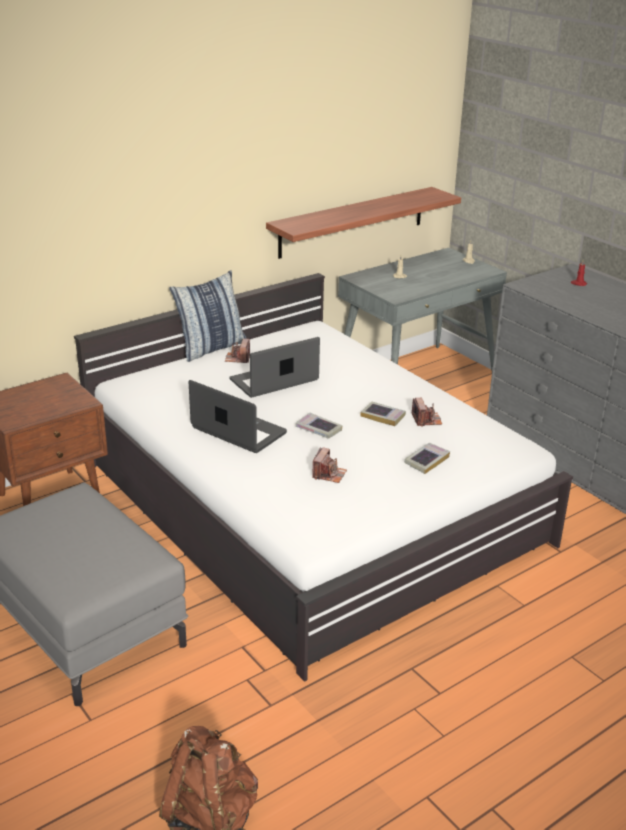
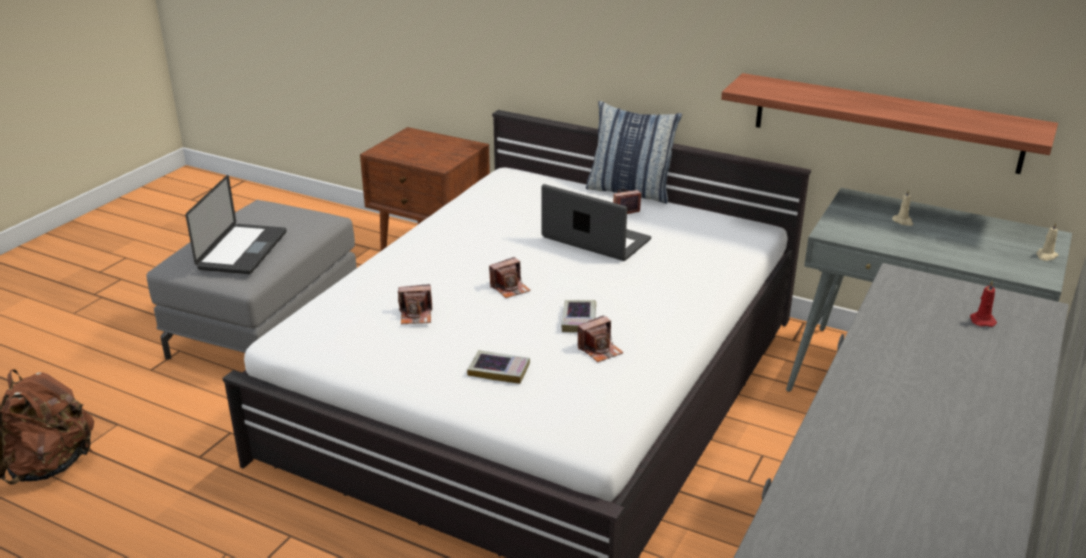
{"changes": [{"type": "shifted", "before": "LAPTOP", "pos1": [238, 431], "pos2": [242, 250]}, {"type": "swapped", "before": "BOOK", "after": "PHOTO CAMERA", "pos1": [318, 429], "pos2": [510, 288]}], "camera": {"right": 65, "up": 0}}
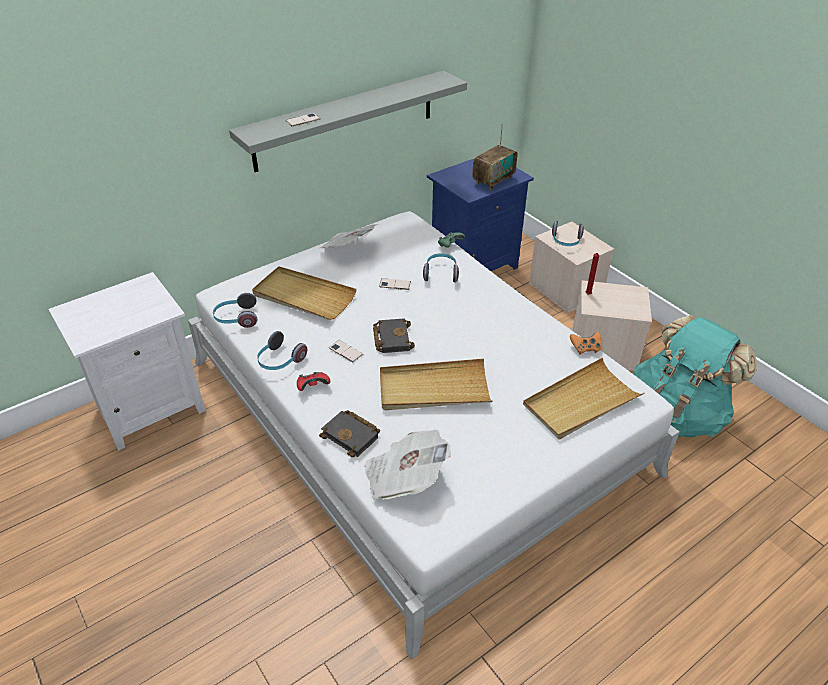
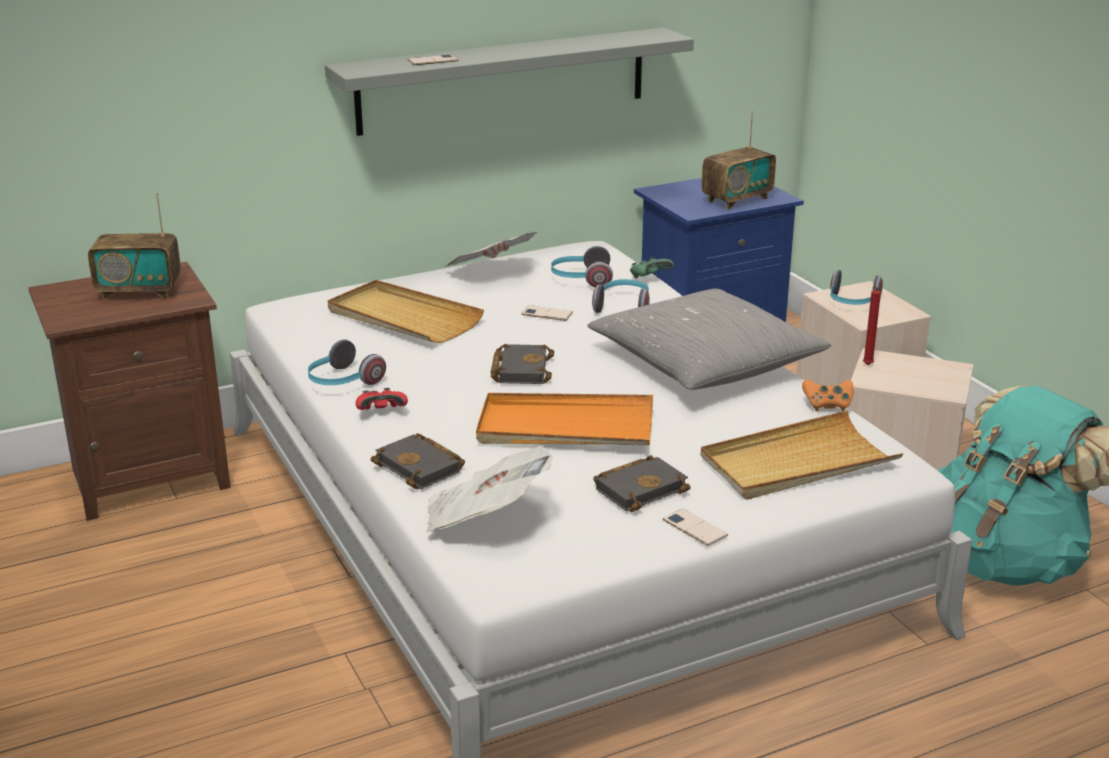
{"changes": [{"type": "repainted", "before": "WHITE NIGHTSTAND", "after": "BROWN NIGHTSTAND", "pos1": [149, 408], "pos2": [148, 477]}, {"type": "shifted", "before": "HEADPHONES", "pos1": [236, 318], "pos2": [581, 279]}, {"type": "shifted", "before": "PHONE", "pos1": [345, 351], "pos2": [694, 528]}, {"type": "repainted", "before": "BEIGE TRAY", "after": "ORANGE TRAY", "pos1": [434, 389], "pos2": [565, 427]}, {"type": "new", "after": "RADIO", "pos2": [139, 292]}, {"type": "new", "after": "GREY PILLOW", "pos2": [705, 363]}, {"type": "new", "after": "BLACK BOOK", "pos2": [641, 488]}], "camera": {"right": 10, "up": -15}}
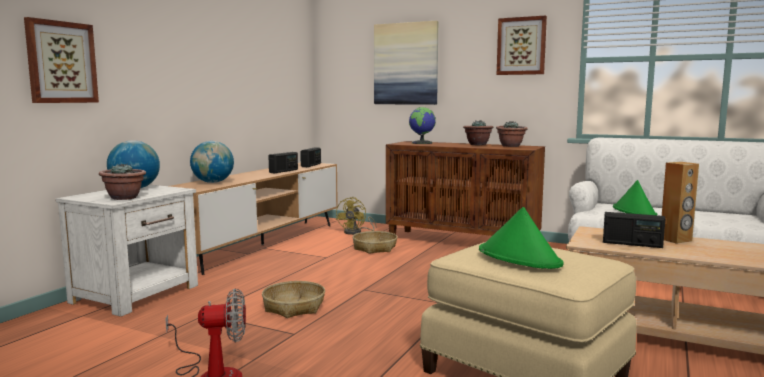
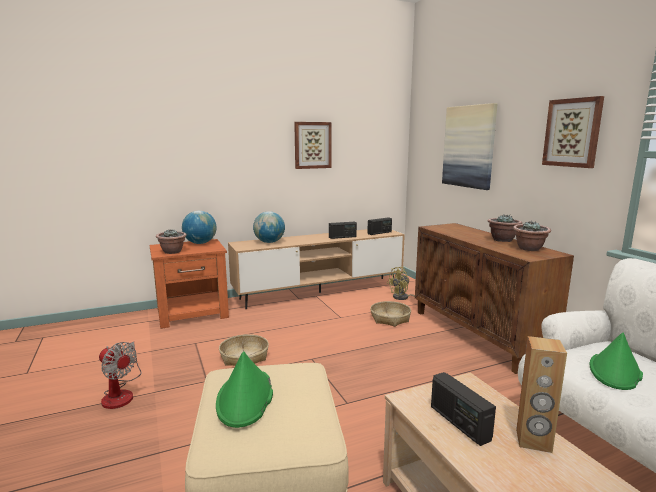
{"changes": [{"type": "shifted", "before": "PICTURE", "pos1": [61, 62], "pos2": [312, 145]}, {"type": "gone", "before": "GLOBE", "pos1": [422, 143]}, {"type": "repainted", "before": "WHITE NIGHTSTAND", "after": "ORANGE NIGHTSTAND", "pos1": [137, 293], "pos2": [193, 313]}], "camera": {"right": 40, "up": 5}}
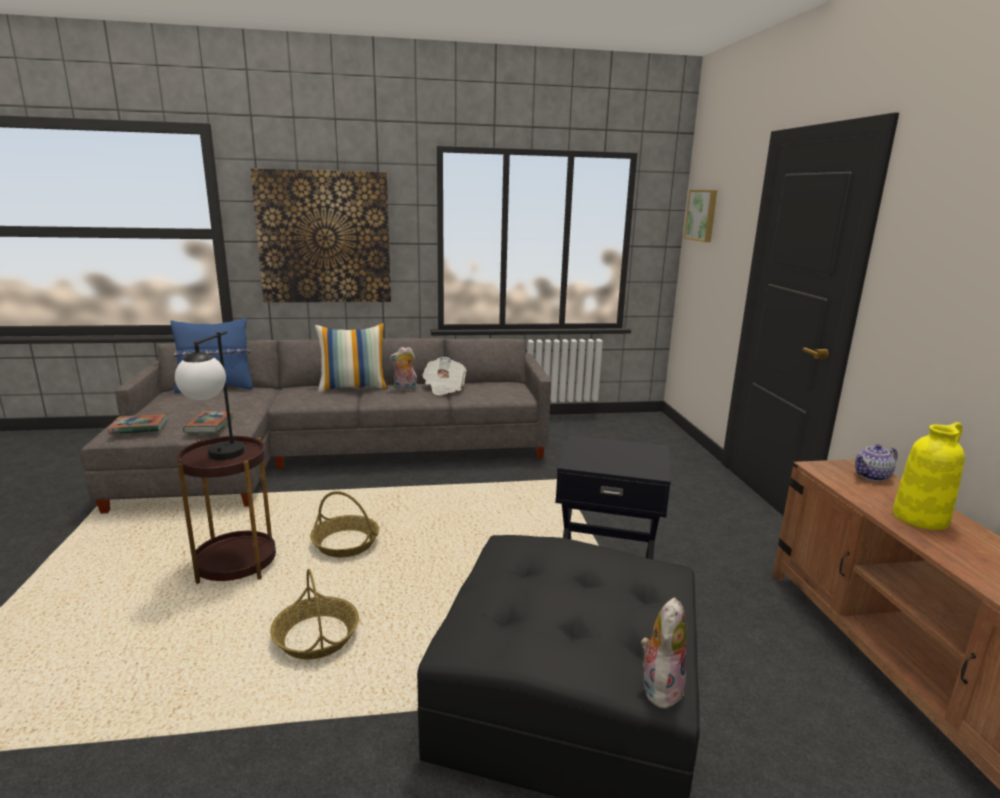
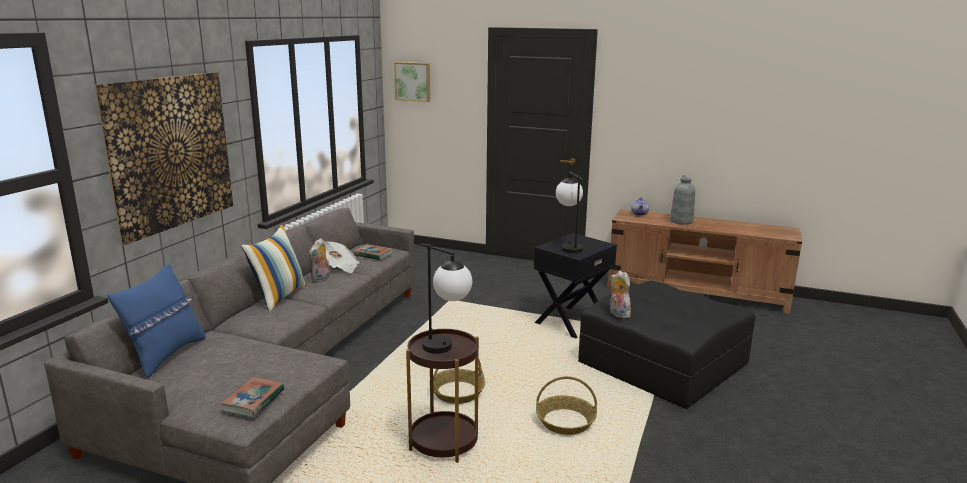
{"changes": [{"type": "shifted", "before": "BOOK", "pos1": [209, 425], "pos2": [373, 254]}, {"type": "repainted", "before": "YELLOW VASE", "after": "GREY VASE", "pos1": [920, 517], "pos2": [681, 221]}, {"type": "shifted", "before": "PLUSH TOY", "pos1": [660, 686], "pos2": [617, 314]}, {"type": "new", "after": "TABLE LAMP", "pos2": [568, 246]}], "camera": {"right": -60, "up": 0}}
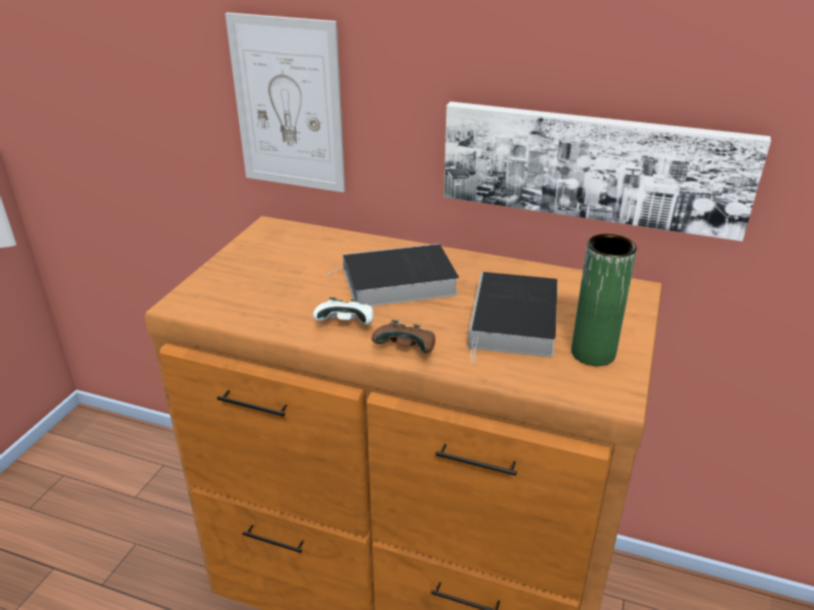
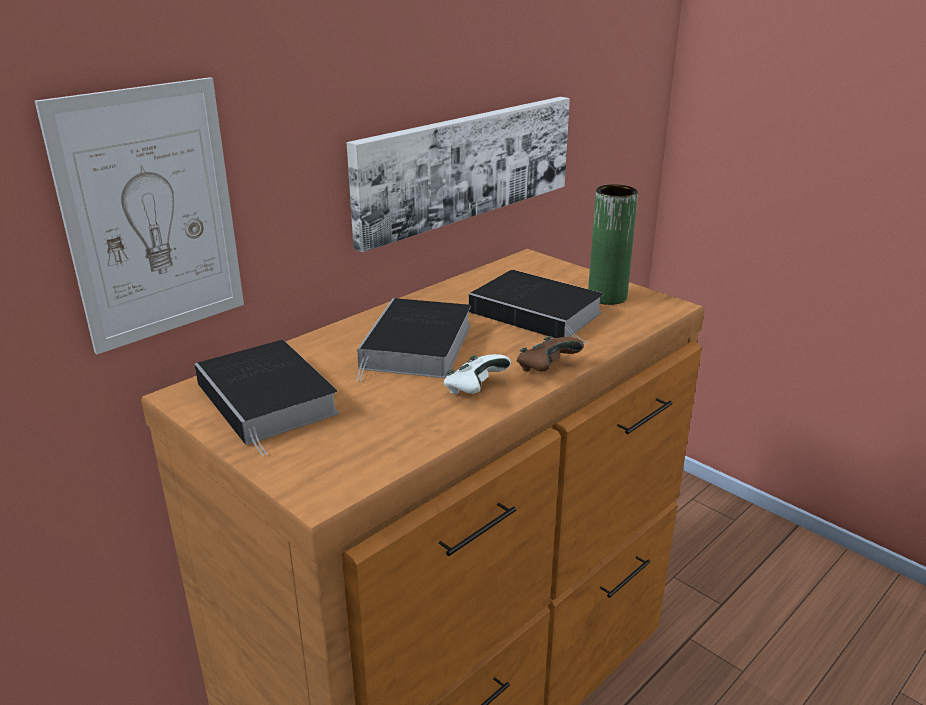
{"changes": [{"type": "new", "after": "BOOK", "pos2": [270, 400]}], "camera": {"right": -65, "up": -5}}
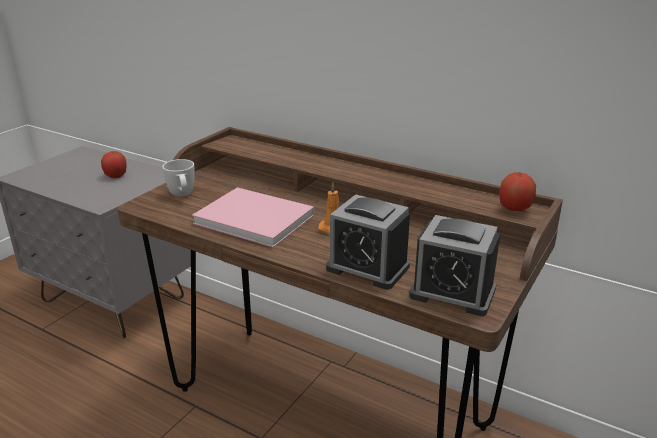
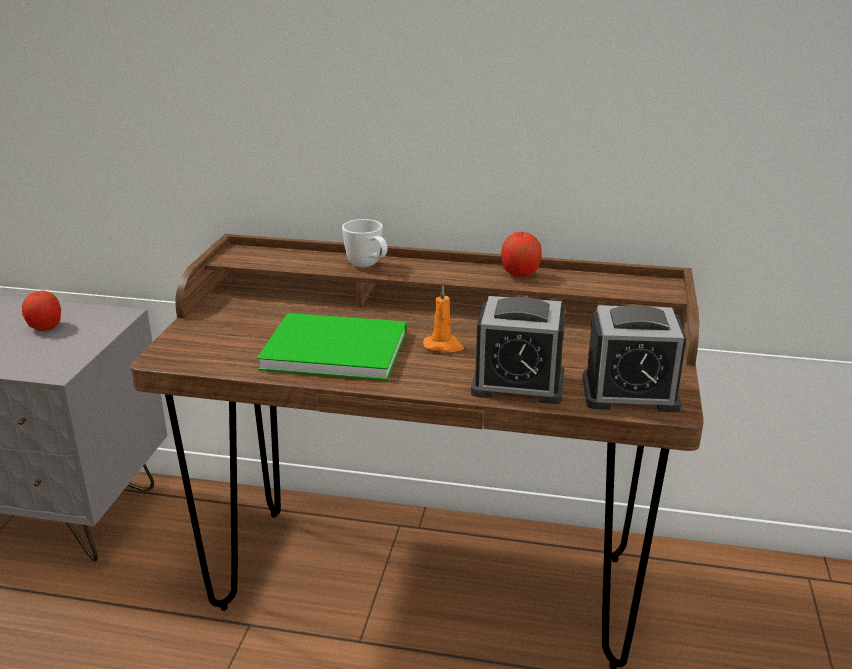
{"changes": [{"type": "shifted", "before": "WHITE MUG", "pos1": [182, 196], "pos2": [368, 266]}, {"type": "shifted", "before": "APPLE", "pos1": [514, 208], "pos2": [520, 273]}, {"type": "repainted", "before": "PINK BOOK", "after": "GREEN BOOK", "pos1": [253, 217], "pos2": [332, 348]}], "camera": {"right": -20, "up": 0}}
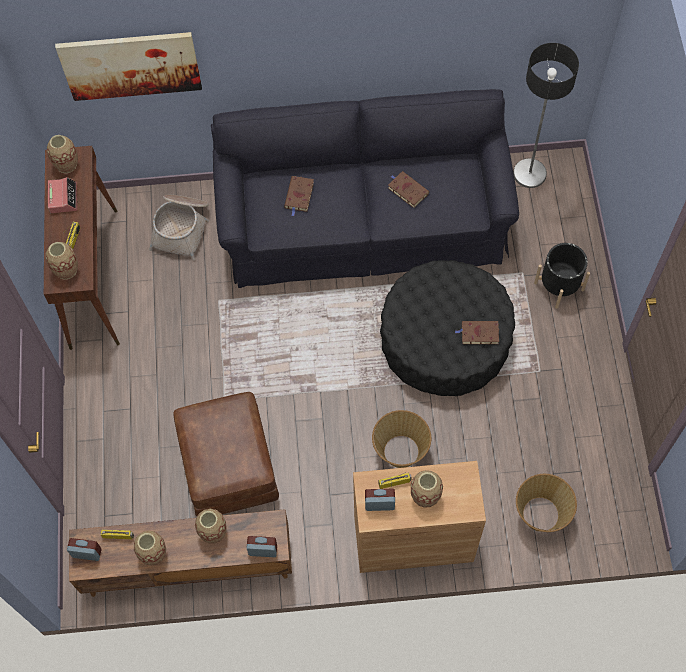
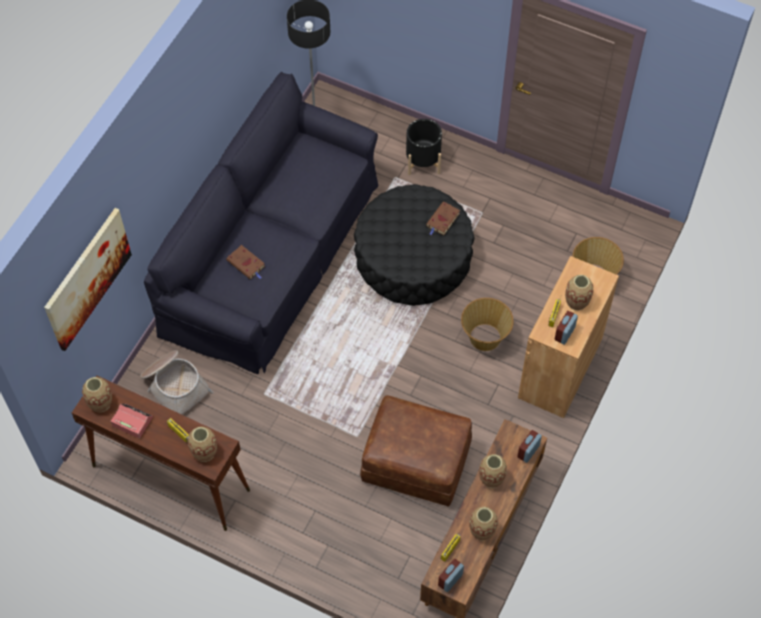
{"changes": [{"type": "gone", "before": "BROWN BOOK", "pos1": [407, 190]}], "camera": {"right": -60, "up": -5}}
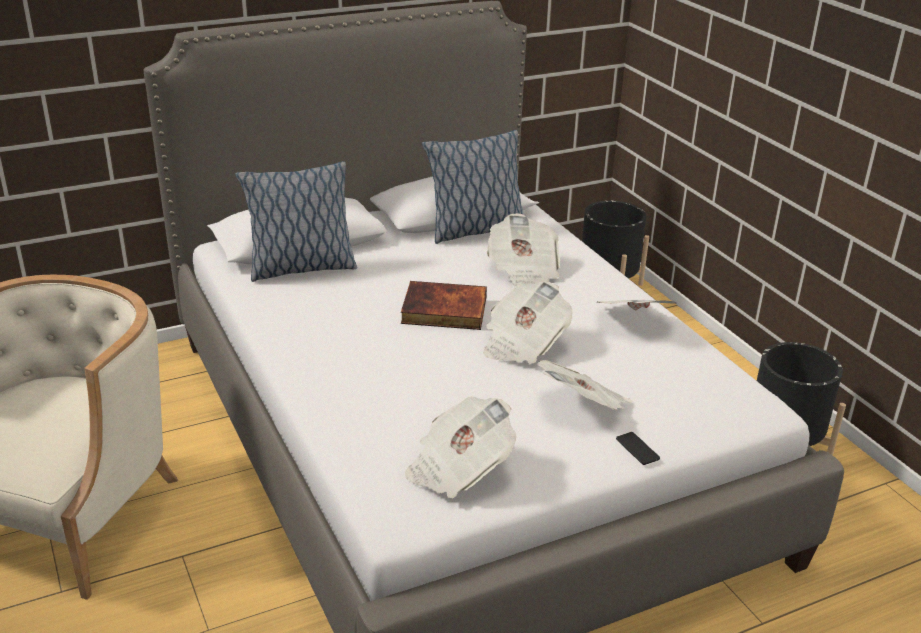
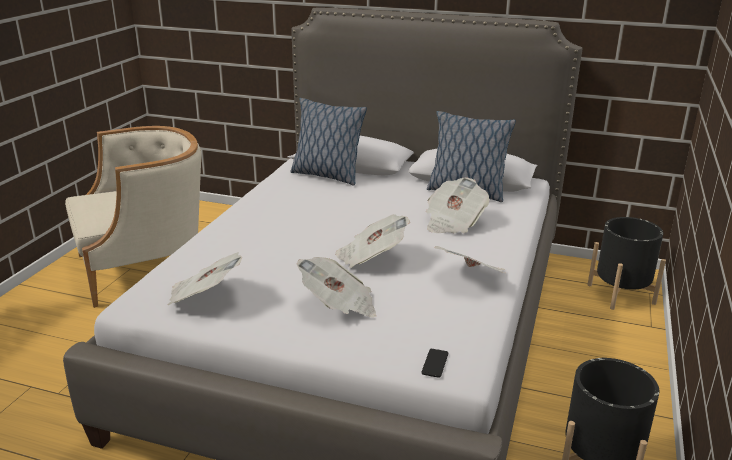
{"changes": [{"type": "gone", "before": "BOOK", "pos1": [443, 311]}, {"type": "shifted", "before": "PHONE", "pos1": [637, 449], "pos2": [435, 363]}], "camera": {"right": 45, "up": -5}}
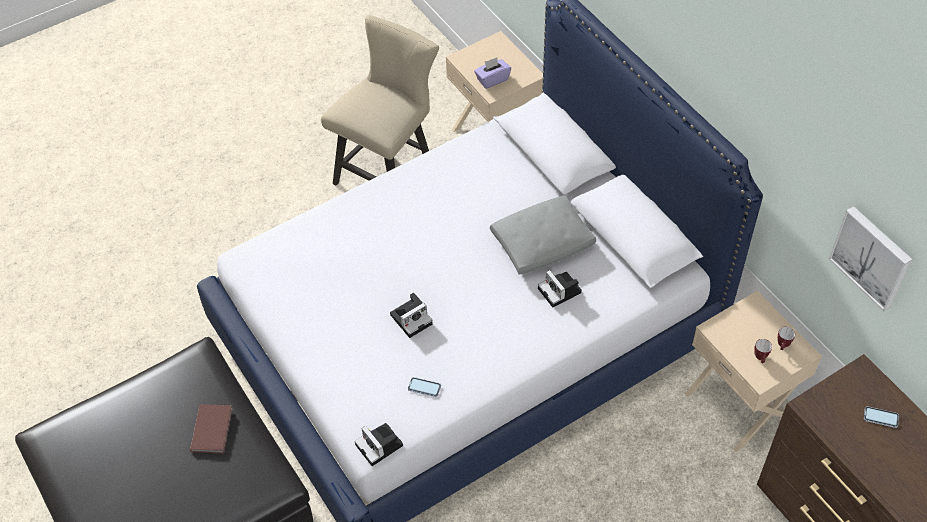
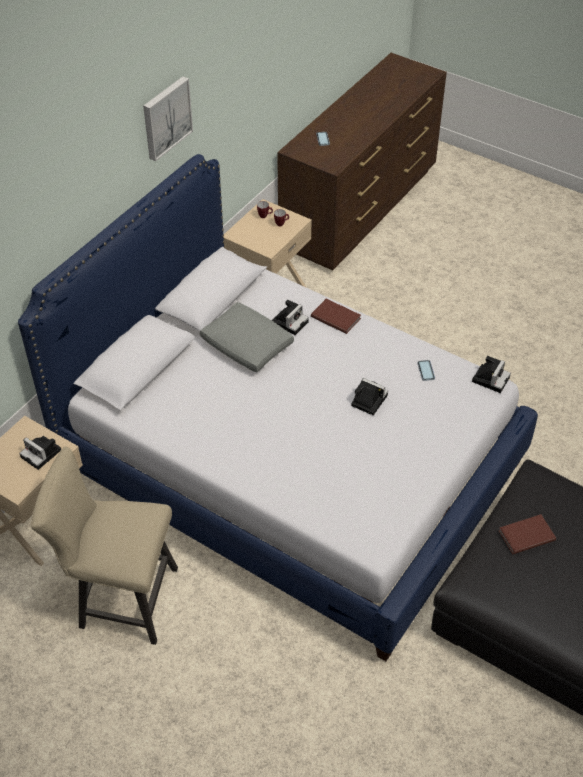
{"changes": [{"type": "swapped", "before": "PURPLE TISSUE BOX", "after": "PHOTO CAMERA", "pos1": [492, 79], "pos2": [42, 454]}, {"type": "shifted", "before": "PICTURE", "pos1": [872, 256], "pos2": [166, 117]}, {"type": "new", "after": "BROWN BOOK", "pos2": [335, 317]}], "camera": {"right": -115, "up": -5}}
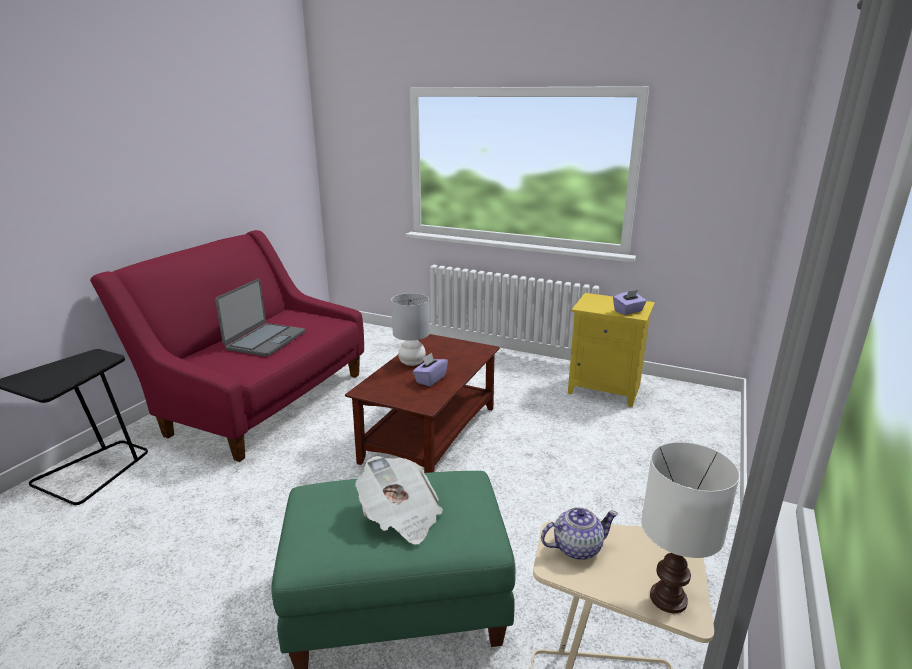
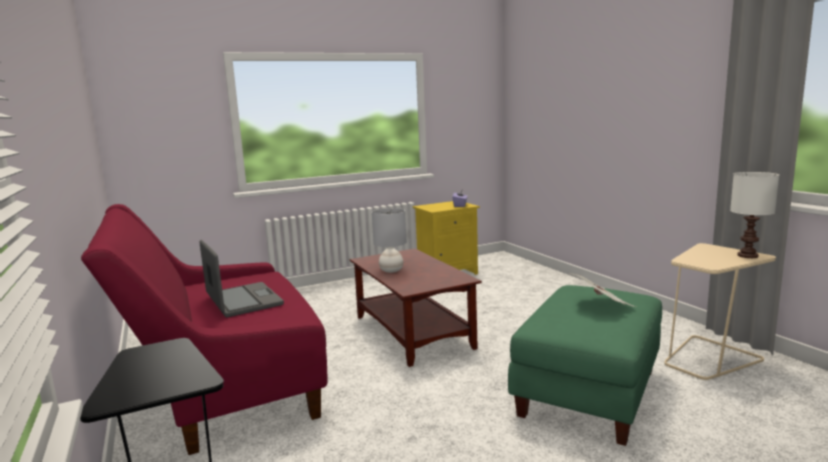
{"changes": [{"type": "gone", "before": "PURPLE TISSUE BOX", "pos1": [430, 379]}, {"type": "gone", "before": "TEAPOT", "pos1": [576, 547]}], "camera": {"right": -50, "up": -10}}
